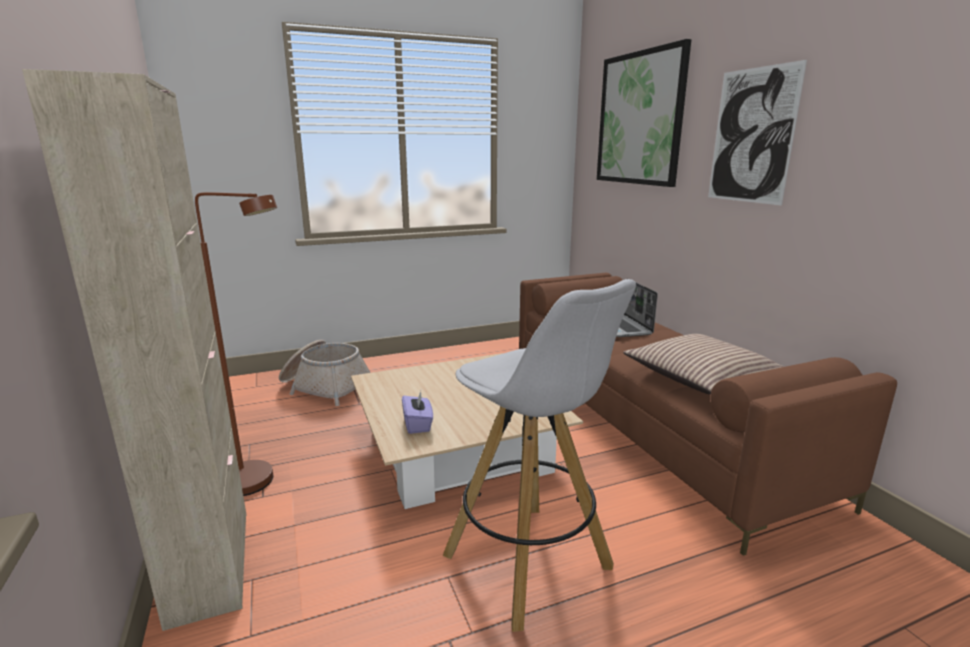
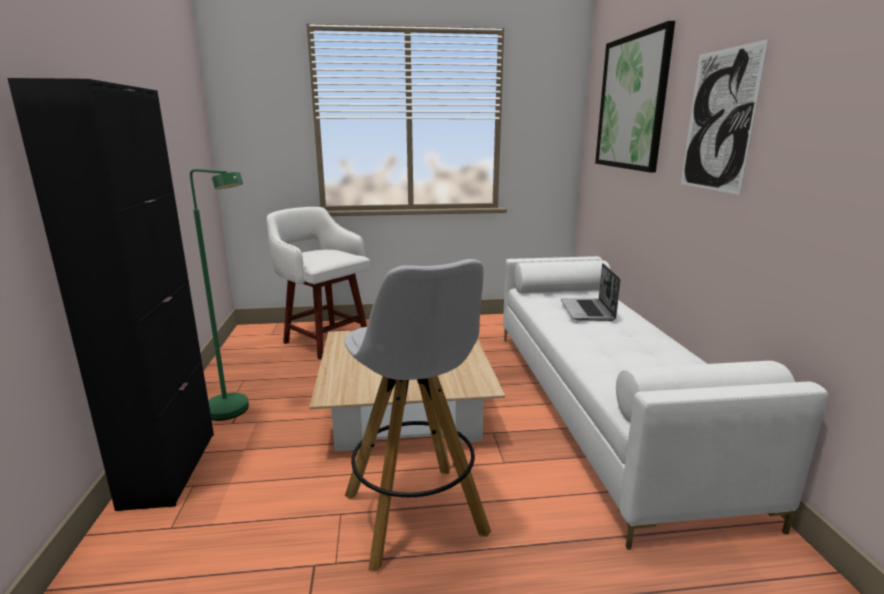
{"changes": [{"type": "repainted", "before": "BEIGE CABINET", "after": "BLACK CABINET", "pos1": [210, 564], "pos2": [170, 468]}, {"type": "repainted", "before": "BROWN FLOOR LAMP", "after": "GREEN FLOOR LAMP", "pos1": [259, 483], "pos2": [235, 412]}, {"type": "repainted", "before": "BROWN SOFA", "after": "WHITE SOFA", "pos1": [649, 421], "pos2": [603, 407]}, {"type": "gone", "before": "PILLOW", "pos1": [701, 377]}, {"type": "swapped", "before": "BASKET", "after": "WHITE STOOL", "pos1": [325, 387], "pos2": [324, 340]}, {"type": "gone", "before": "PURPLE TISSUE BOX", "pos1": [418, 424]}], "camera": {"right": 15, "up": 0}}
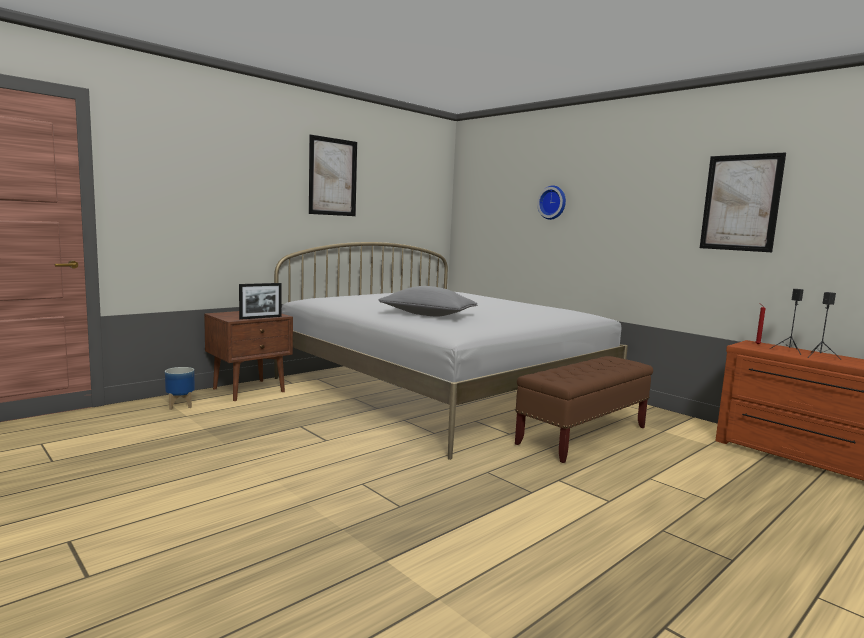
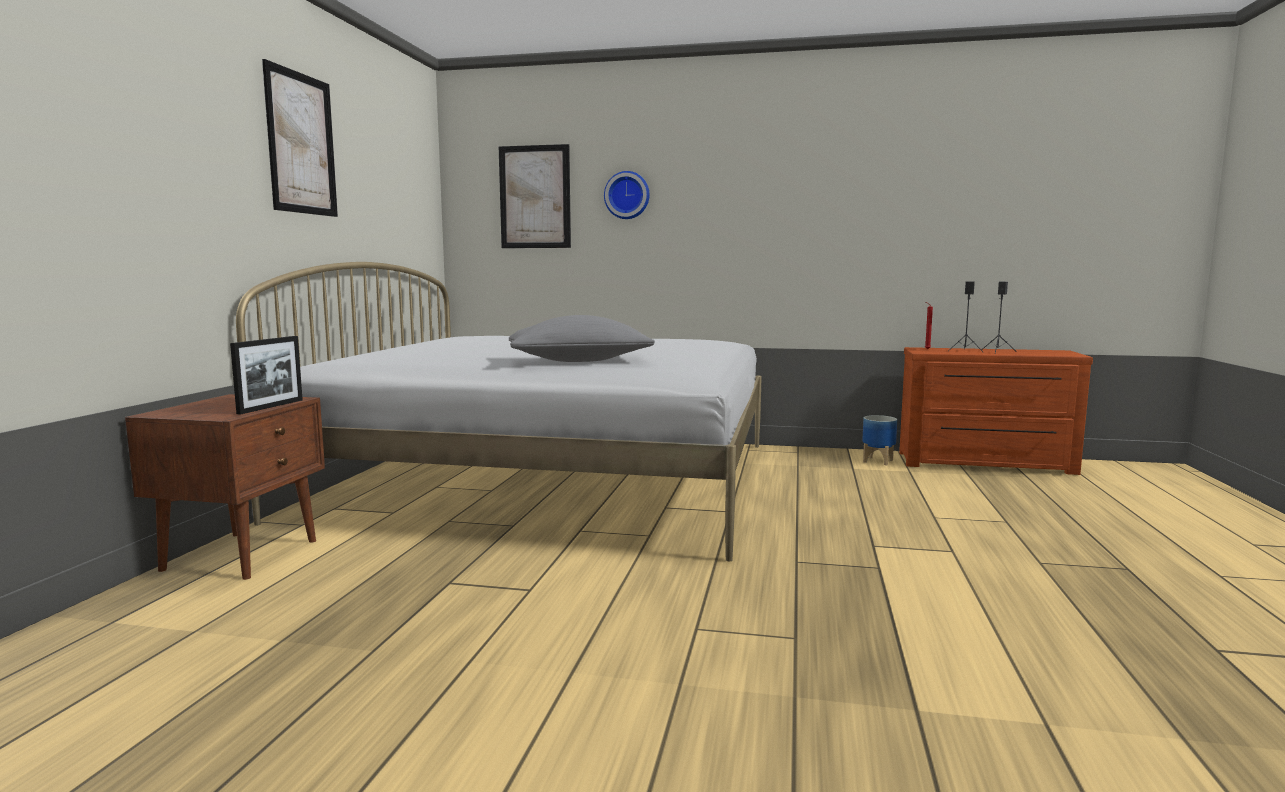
{"changes": [{"type": "shifted", "before": "PICTURE", "pos1": [740, 203], "pos2": [535, 197]}, {"type": "gone", "before": "BROWN BENCH", "pos1": [583, 436]}, {"type": "shifted", "before": "PLANTER", "pos1": [181, 405], "pos2": [878, 461]}], "camera": {"right": -35, "up": 0}}
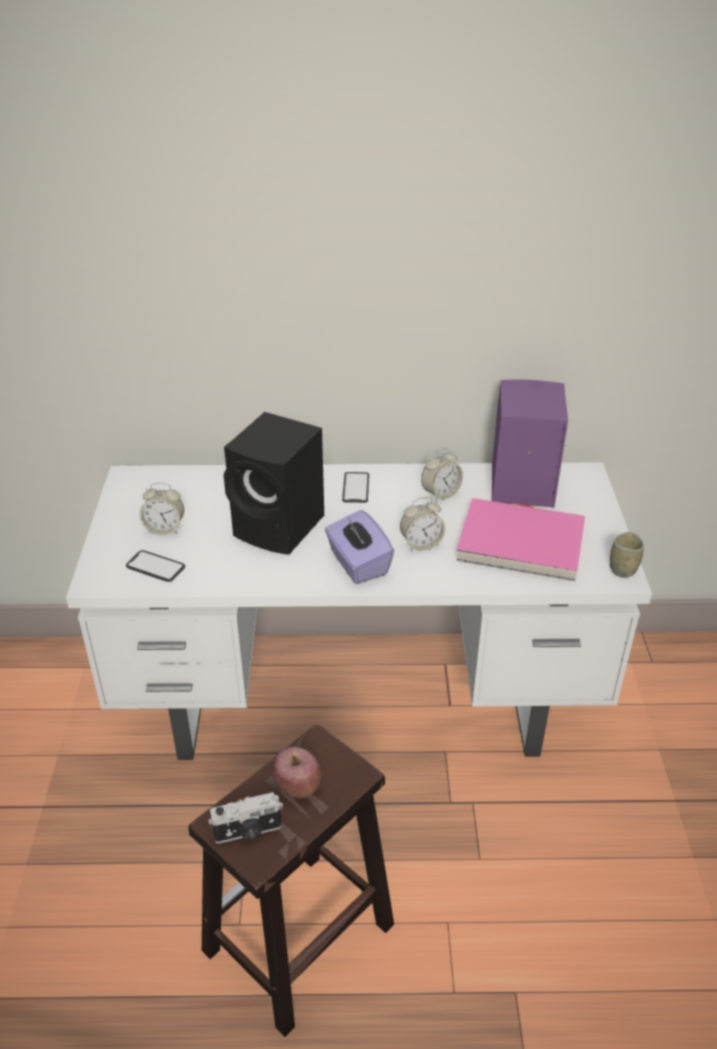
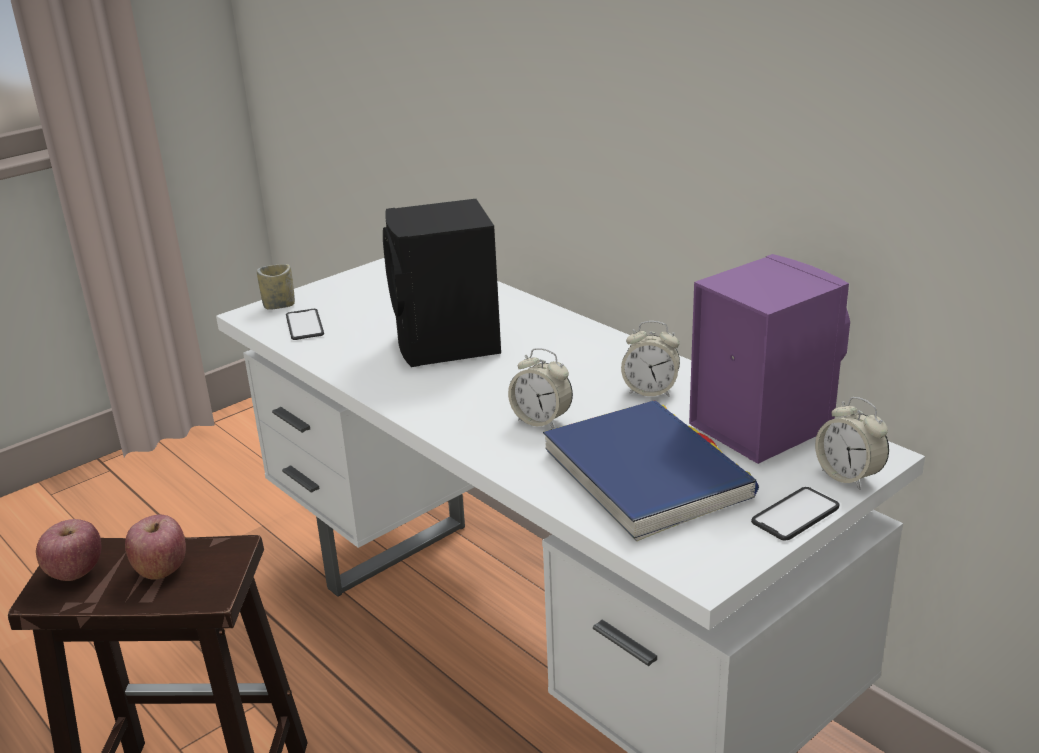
{"changes": [{"type": "shifted", "before": "PHONE", "pos1": [356, 488], "pos2": [795, 515]}, {"type": "shifted", "before": "ALARM CLOCK", "pos1": [165, 529], "pos2": [848, 476]}, {"type": "repainted", "before": "PINK BOOK", "after": "BLUE BOOK", "pos1": [520, 543], "pos2": [646, 475]}, {"type": "gone", "before": "PURPLE TISSUE BOX", "pos1": [358, 564]}, {"type": "shifted", "before": "CUP", "pos1": [623, 569], "pos2": [279, 305]}, {"type": "swapped", "before": "PHOTO CAMERA", "after": "APPLE", "pos1": [248, 832], "pos2": [75, 571]}], "camera": {"right": 50, "up": -10}}
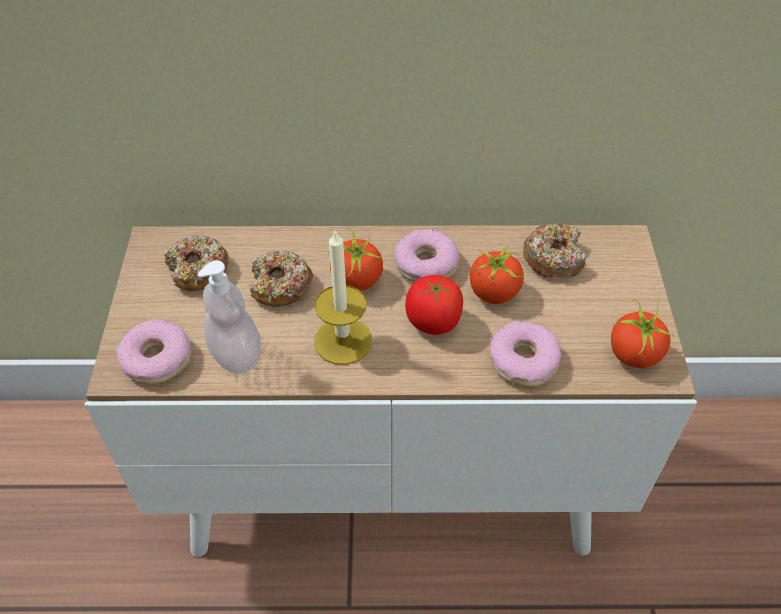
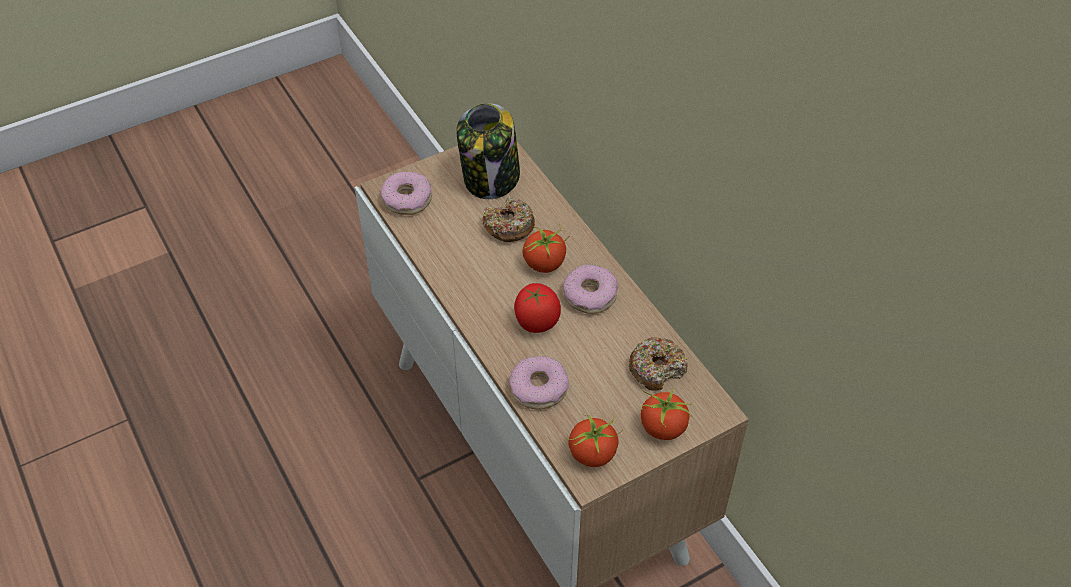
{"changes": [{"type": "gone", "before": "CANDLE", "pos1": [343, 341]}, {"type": "swapped", "before": "DONUT", "after": "JAR", "pos1": [198, 270], "pos2": [491, 179]}, {"type": "shifted", "before": "TOMATO", "pos1": [493, 293], "pos2": [662, 428]}, {"type": "gone", "before": "SOAP DISPENSER", "pos1": [236, 354]}], "camera": {"right": 60, "up": 0}}
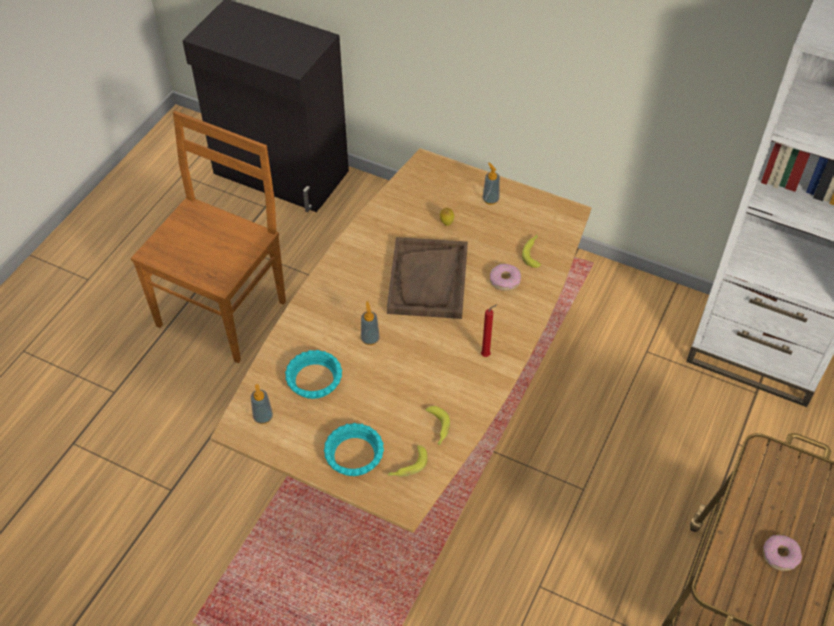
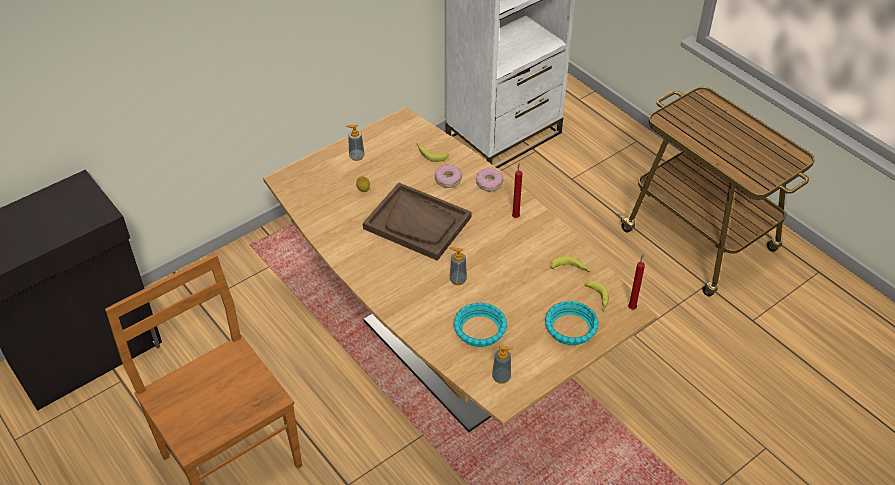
{"changes": [{"type": "shifted", "before": "DONUT", "pos1": [780, 555], "pos2": [489, 183]}, {"type": "new", "after": "RED CANDLE", "pos2": [632, 307]}], "camera": {"right": -65, "up": -5}}
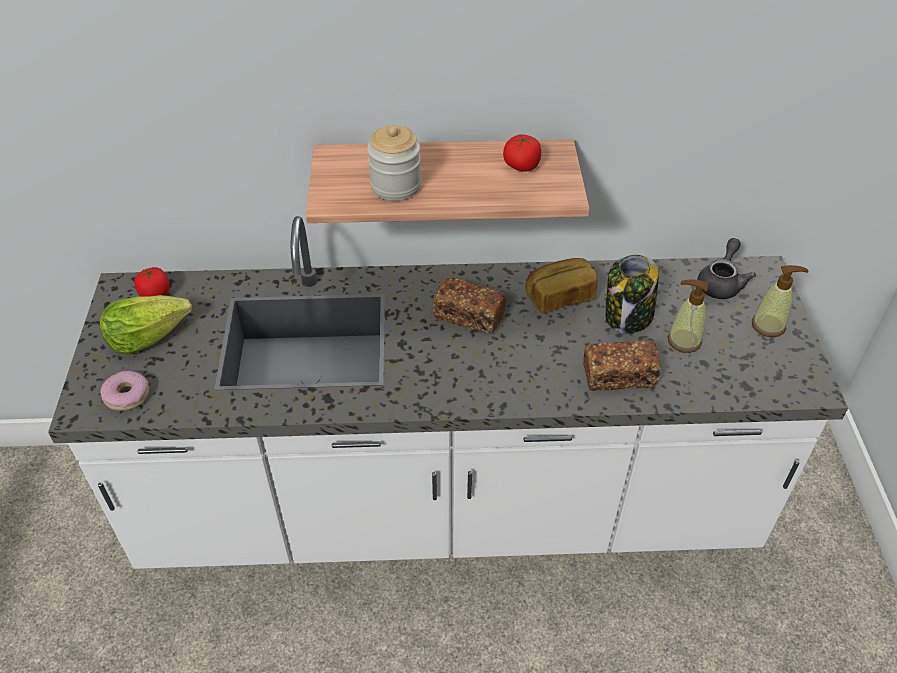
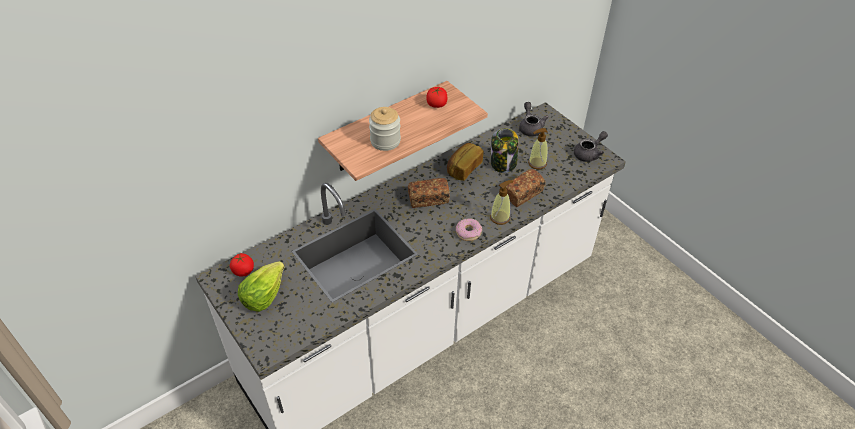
{"changes": [{"type": "shifted", "before": "SOAP DISPENSER", "pos1": [768, 326], "pos2": [500, 217]}, {"type": "shifted", "before": "DONUT", "pos1": [127, 395], "pos2": [468, 232]}, {"type": "new", "after": "GREY TEAPOT", "pos2": [589, 154]}], "camera": {"right": -35, "up": 0}}
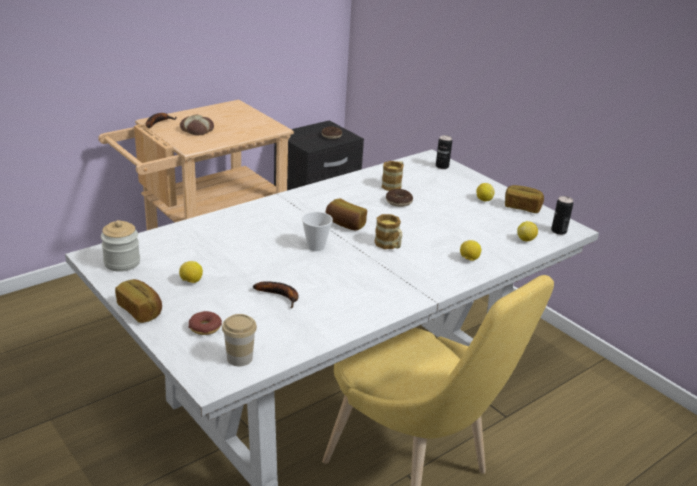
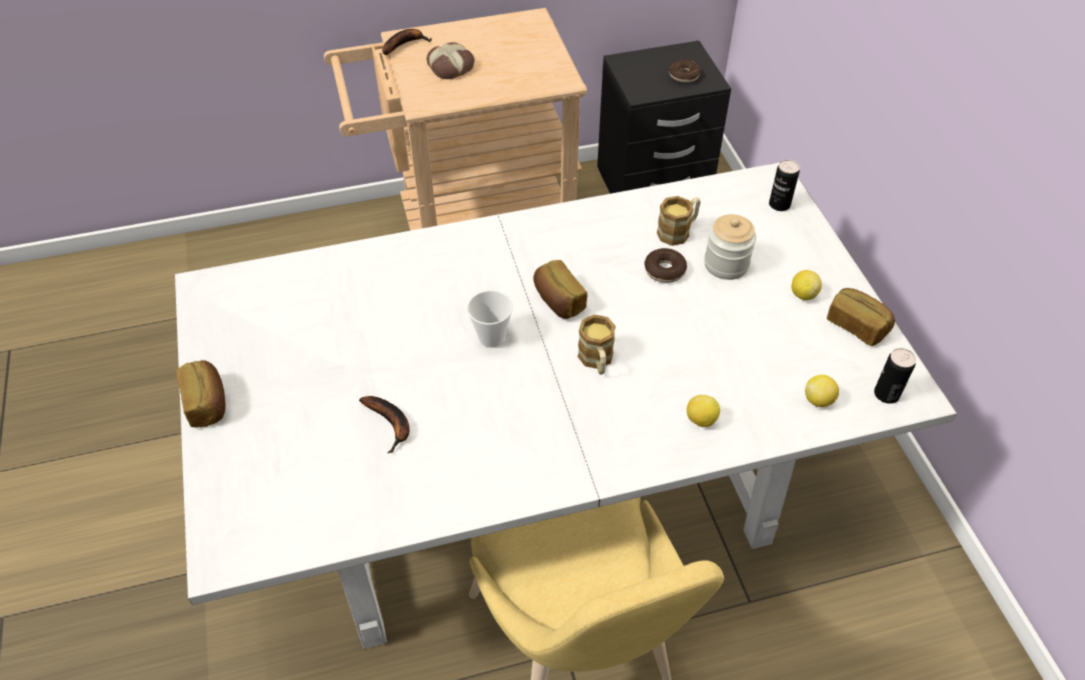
{"changes": [{"type": "shifted", "before": "JAR", "pos1": [122, 263], "pos2": [726, 264]}, {"type": "gone", "before": "LEMON", "pos1": [191, 281]}, {"type": "gone", "before": "DONUT", "pos1": [205, 328]}, {"type": "gone", "before": "CUP", "pos1": [239, 358]}], "camera": {"right": 25, "up": 20}}
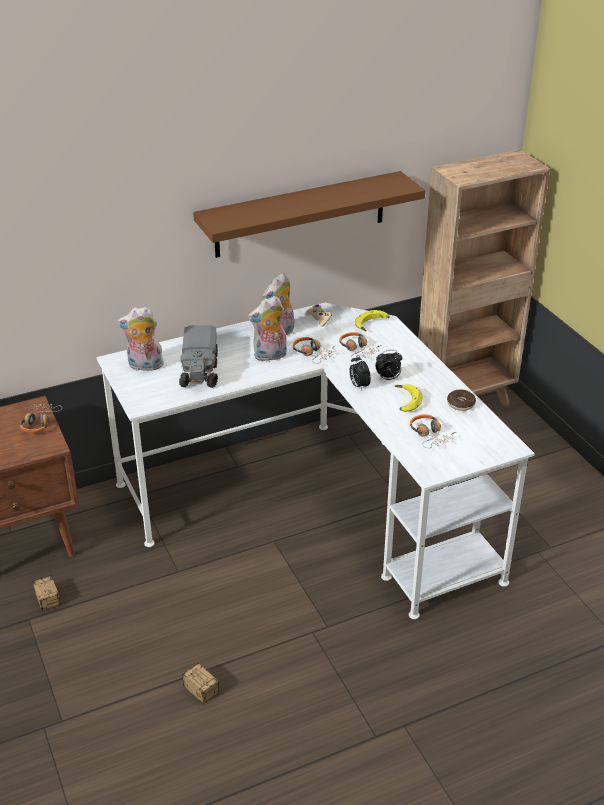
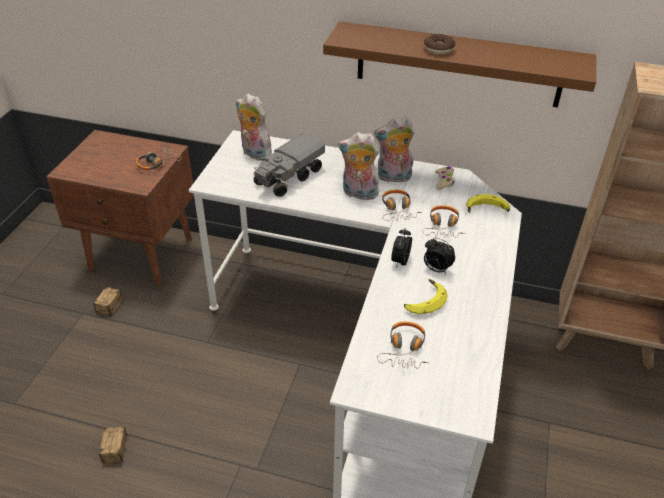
{"changes": [{"type": "shifted", "before": "DONUT", "pos1": [460, 404], "pos2": [438, 49]}], "camera": {"right": 40, "up": 5}}
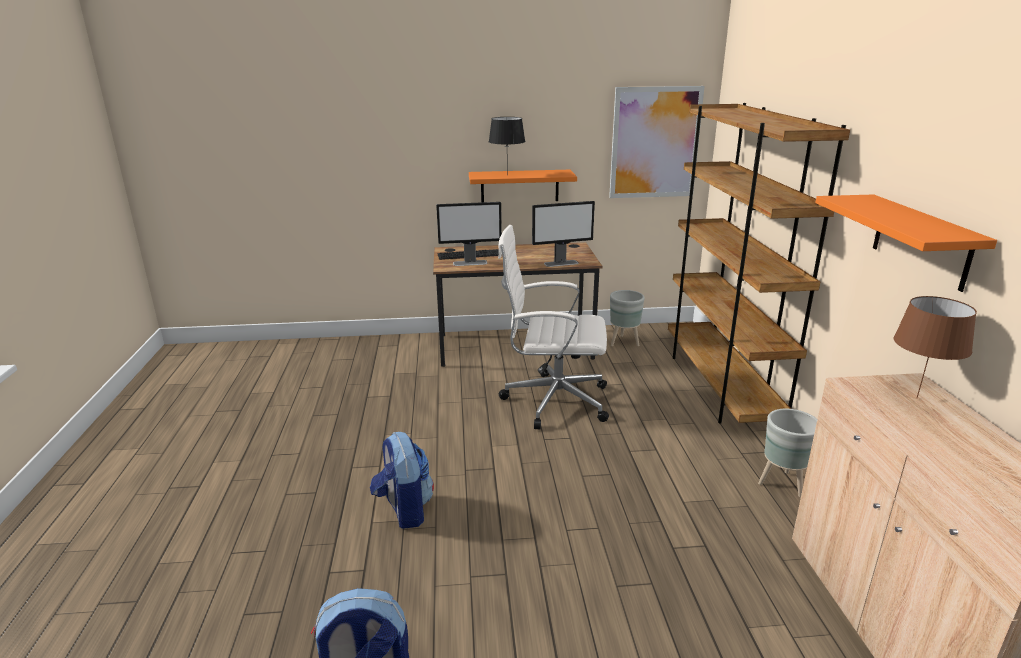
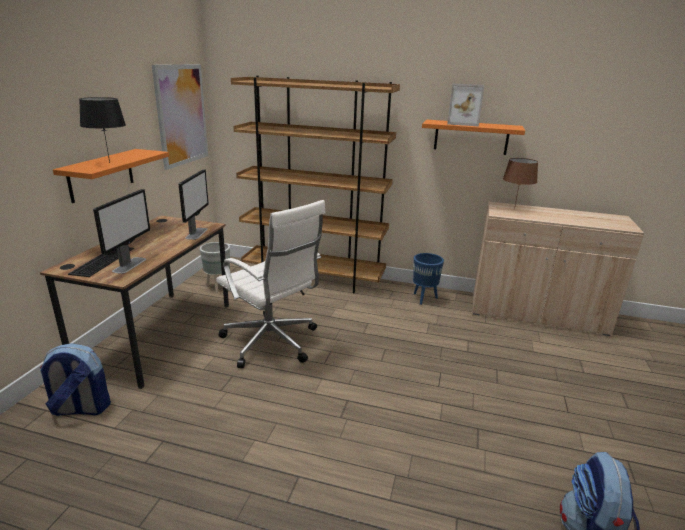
{"changes": [{"type": "rotated", "before": "WHITE OFFICE CHAIR", "pos1": [553, 400], "pos2": [272, 343], "turn": -75}, {"type": "repainted", "before": "GREY PLANTER", "after": "BLUE PLANTER", "pos1": [783, 484], "pos2": [424, 298]}, {"type": "shifted", "before": "BACKPACK", "pos1": [404, 510], "pos2": [80, 409]}, {"type": "new", "after": "PICTURE FRAME", "pos2": [463, 123]}], "camera": {"right": -70, "up": 0}}
